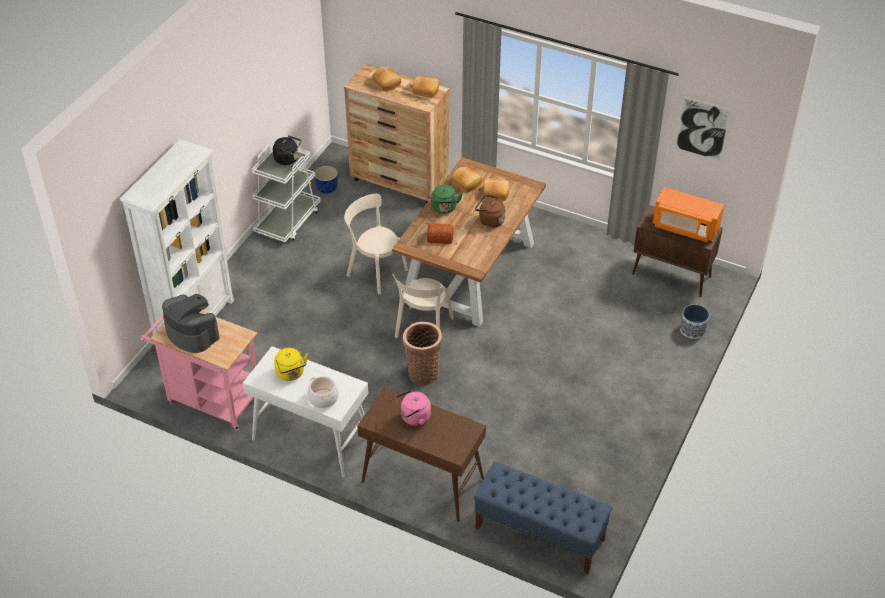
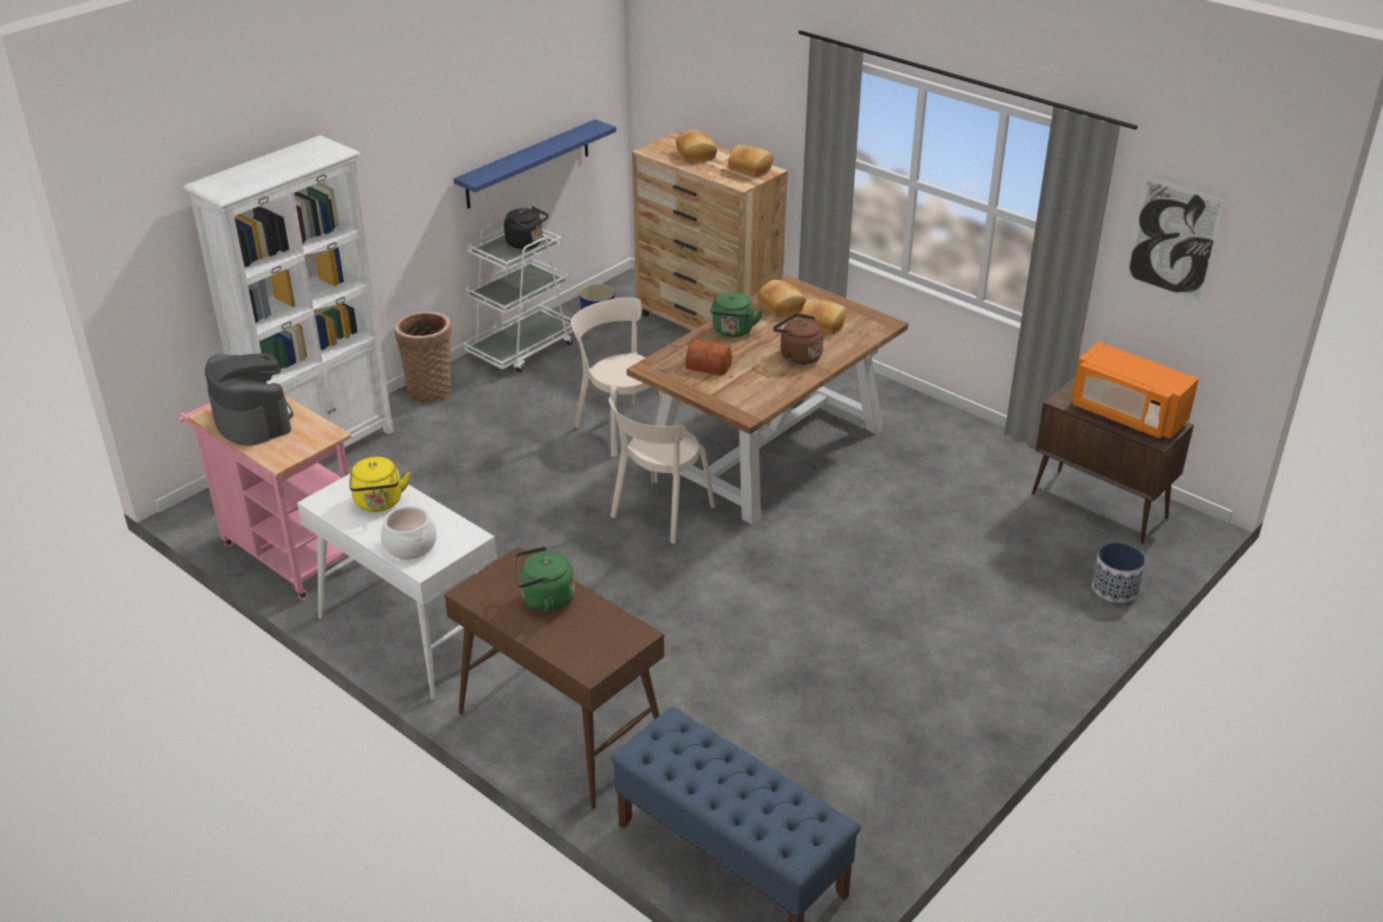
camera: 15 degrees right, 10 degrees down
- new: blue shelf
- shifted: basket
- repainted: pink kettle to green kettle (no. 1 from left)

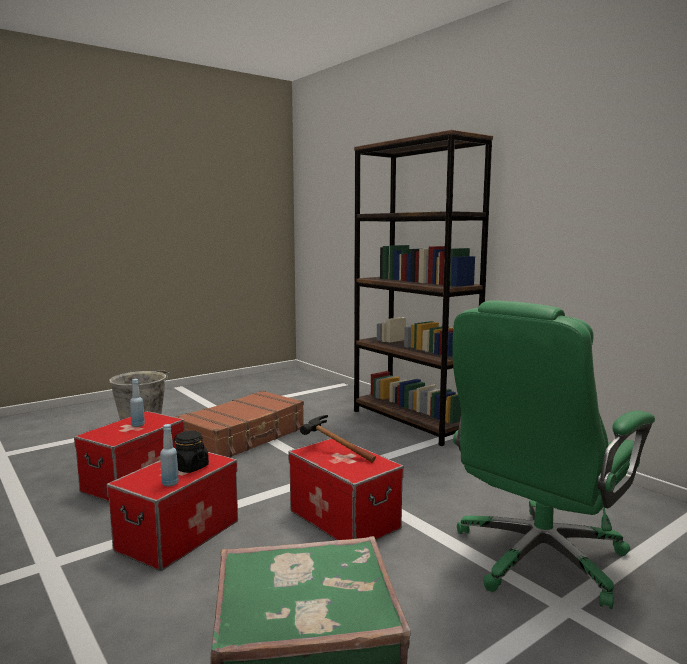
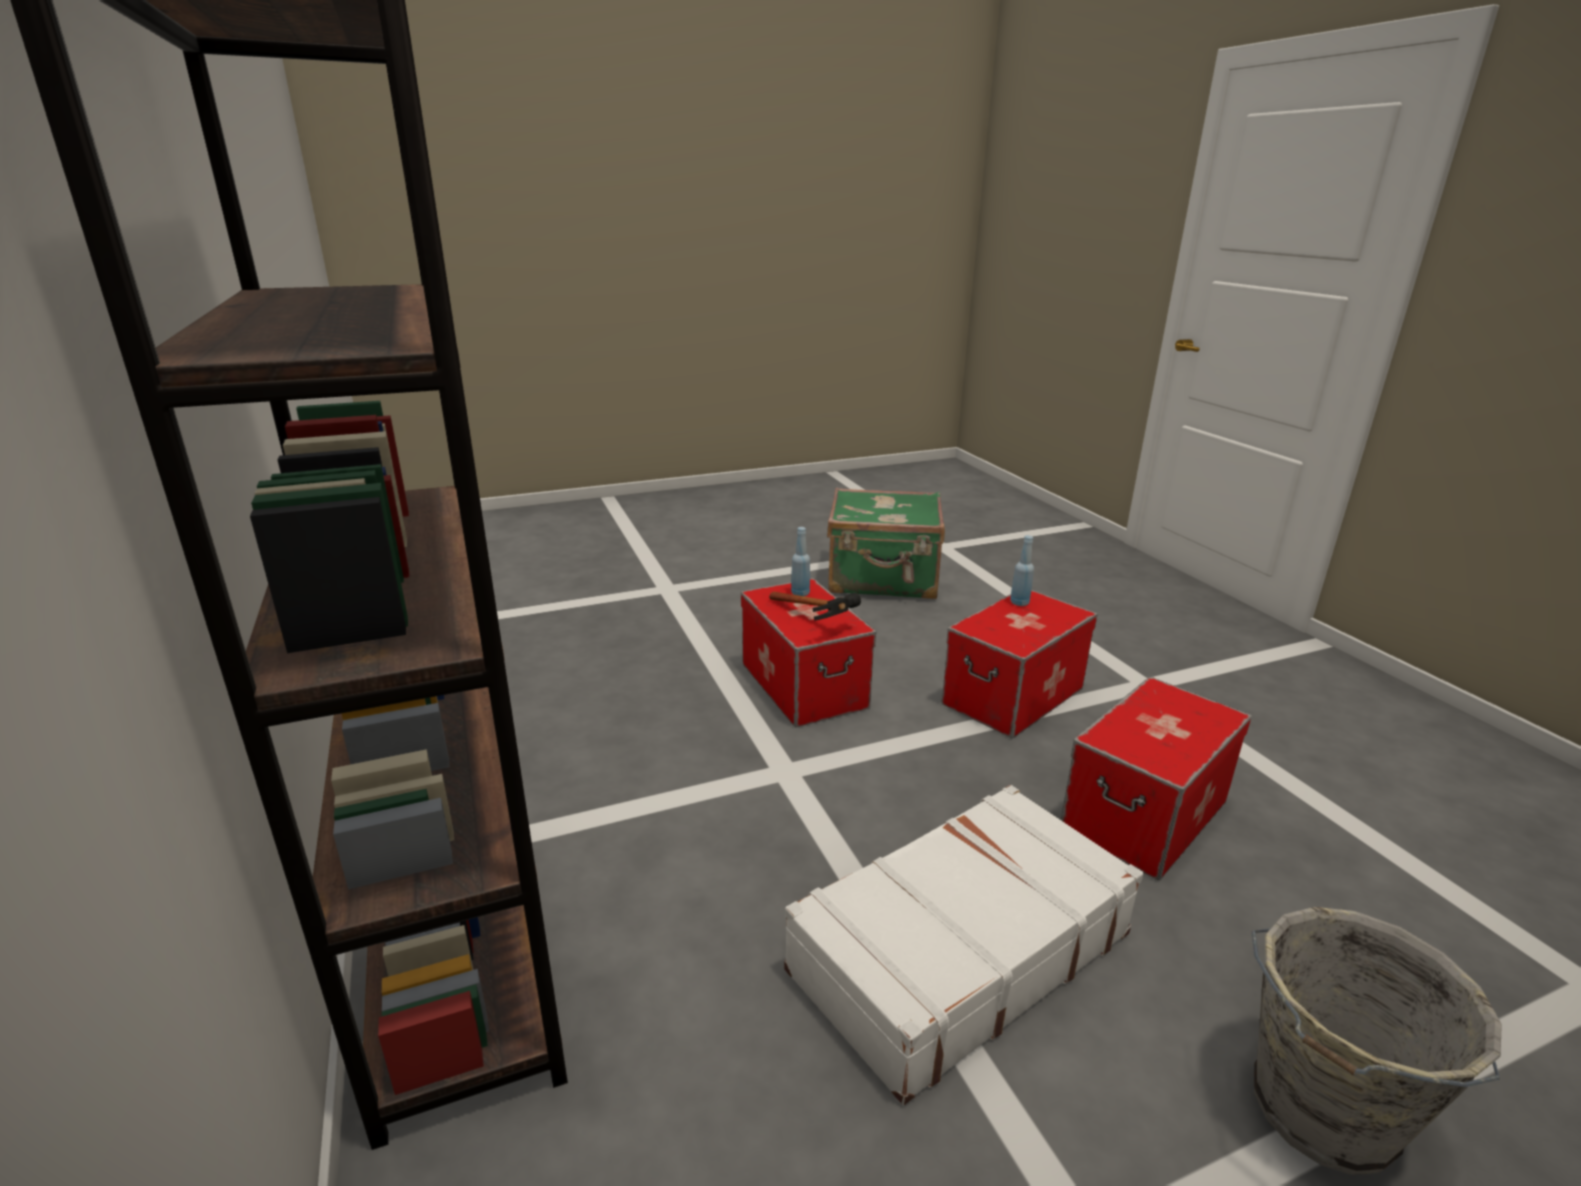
camera: 165 degrees left, 15 degrees up
- gone: black jar
- gone: green office chair
- shifted: blue bottle (no. 1 from left)
- repainted: brown suitcase to white suitcase

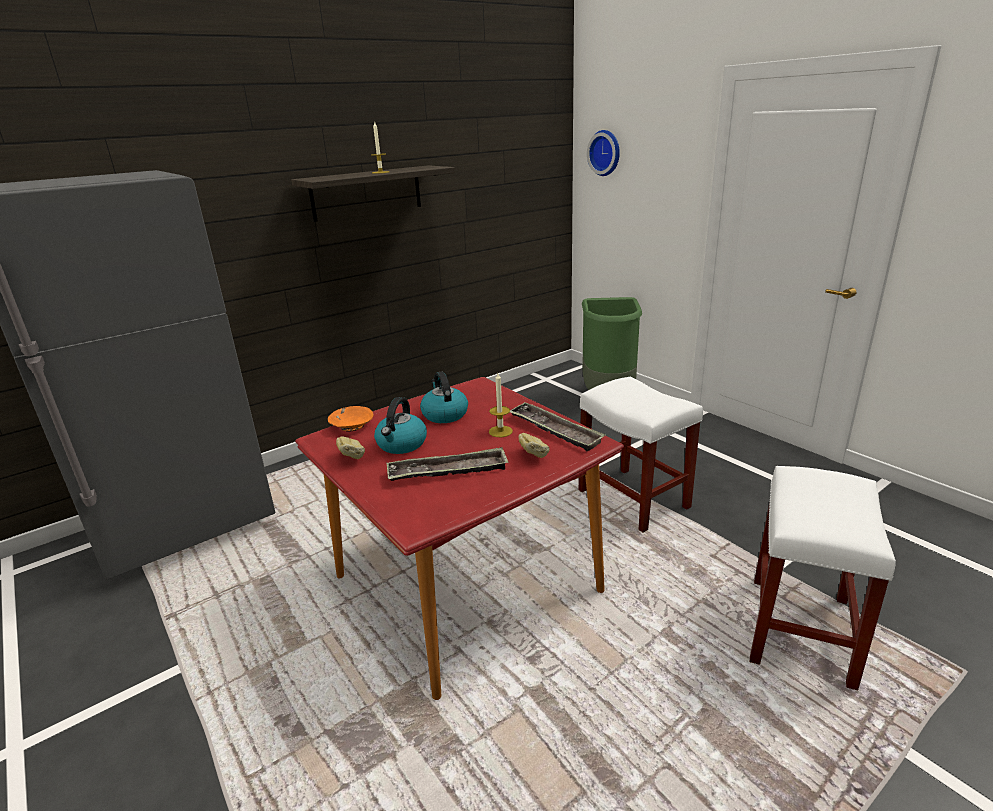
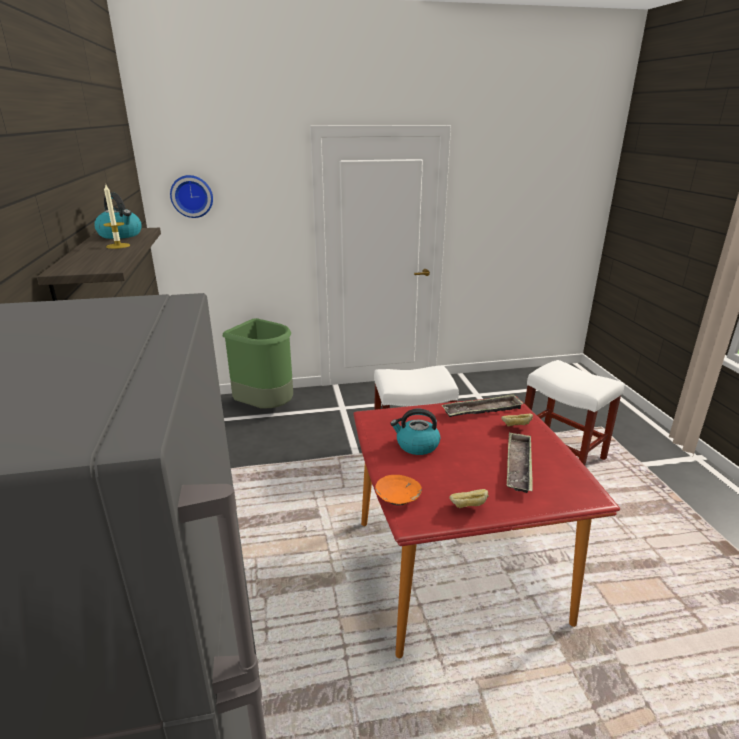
camera: 65 degrees left, 0 degrees up
- gone: candle (no. 2 from left)
- shifted: kettle (no. 1 from left)

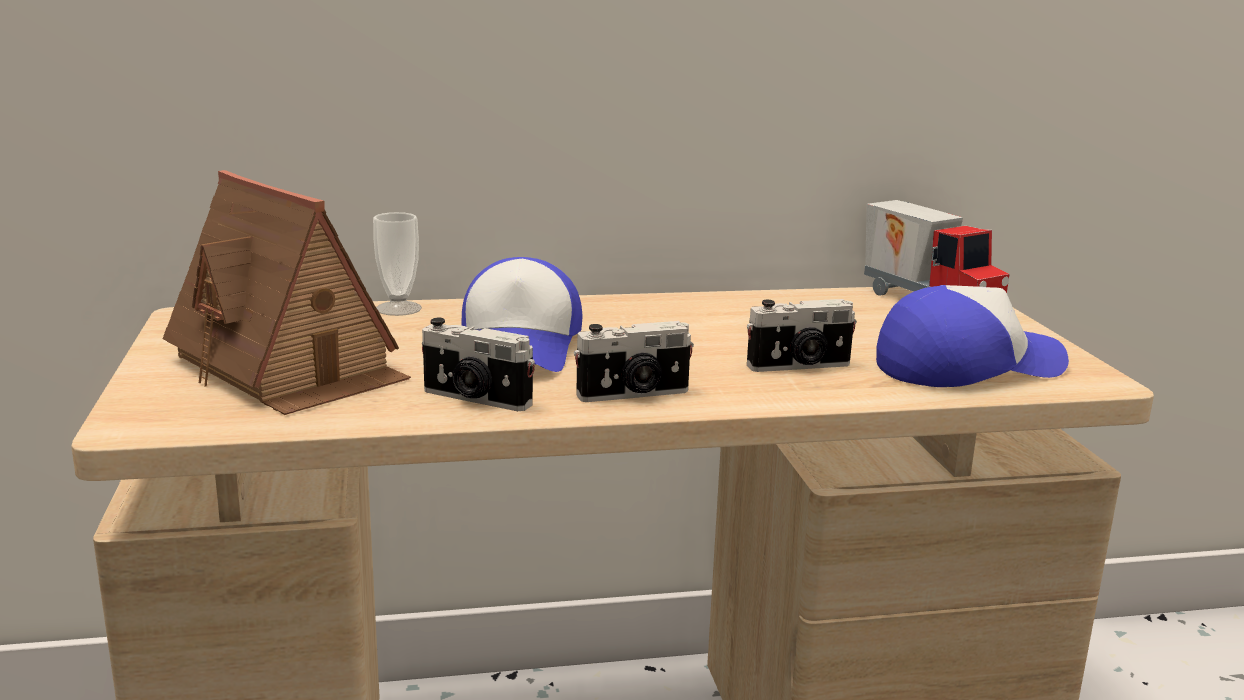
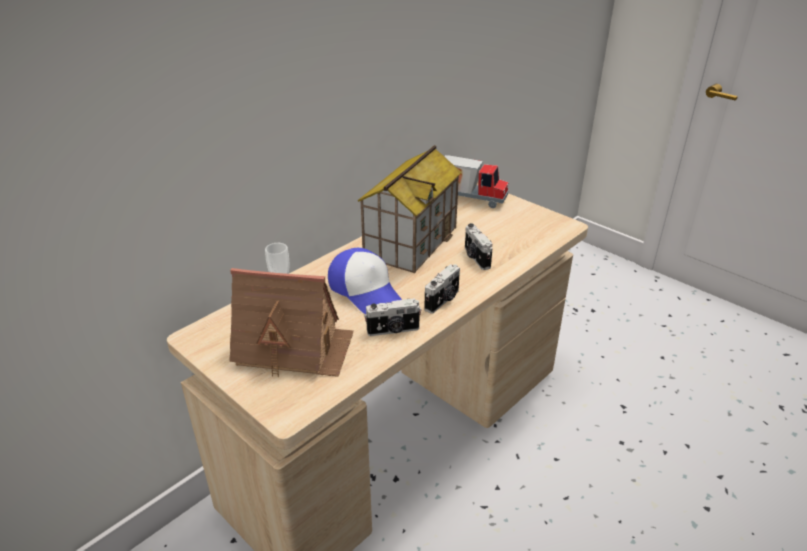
camera: 35 degrees left, 15 degrees up
- gone: cap (no. 2 from left)
- new: toy house (no. 2 from left)
- rotated: photo camera (no. 3 from left) 120 degrees clockwise

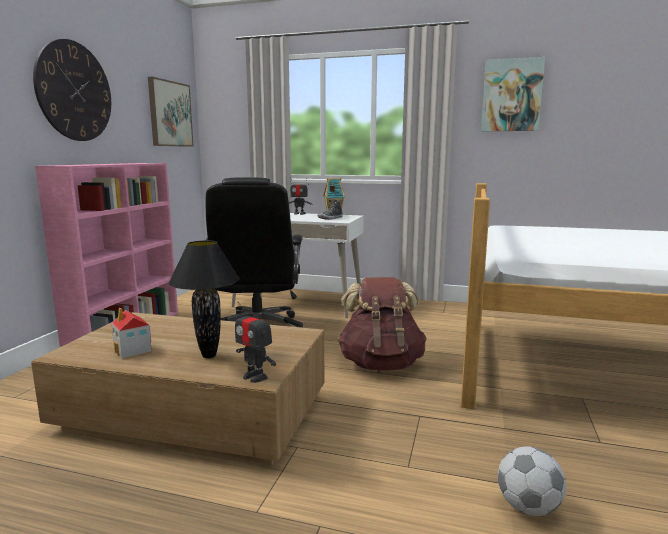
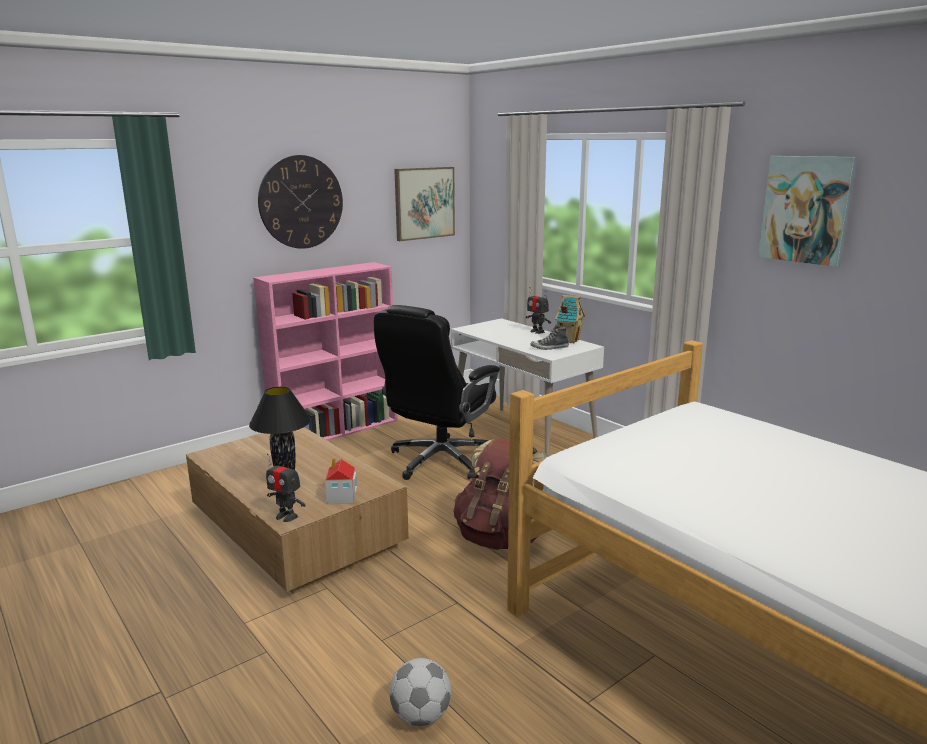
camera: 35 degrees right, 5 degrees up
- shifted: toy house (no. 1 from left)
- rotated: toy robot (no. 1 from left) 45 degrees counterclockwise

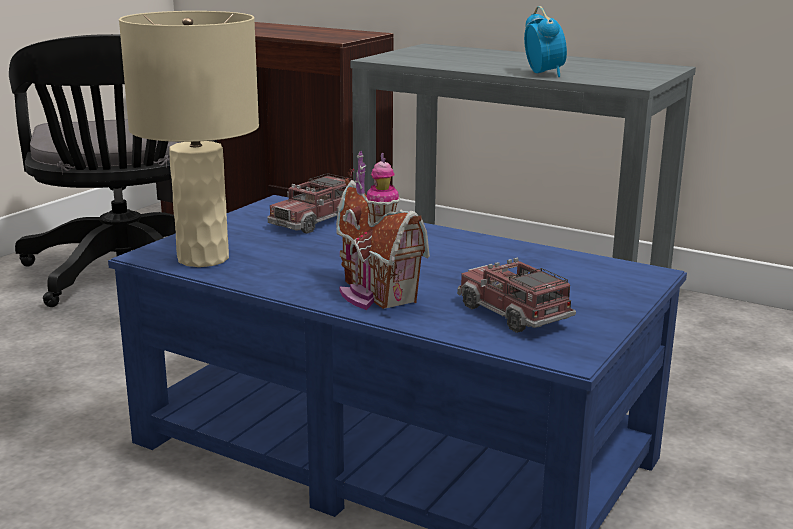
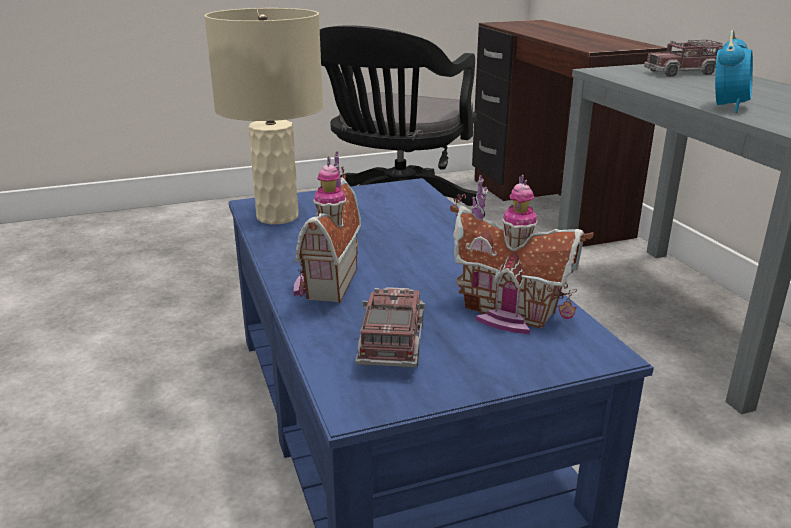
camera: 40 degrees right, 5 degrees up
- new: toy house (no. 2 from left)
- shifted: toy truck (no. 1 from left in the first image) to toy truck (no. 2 from left)

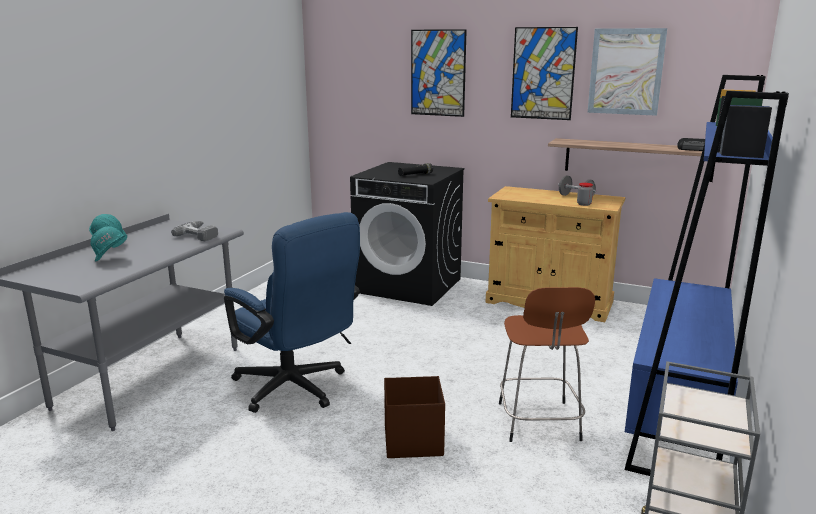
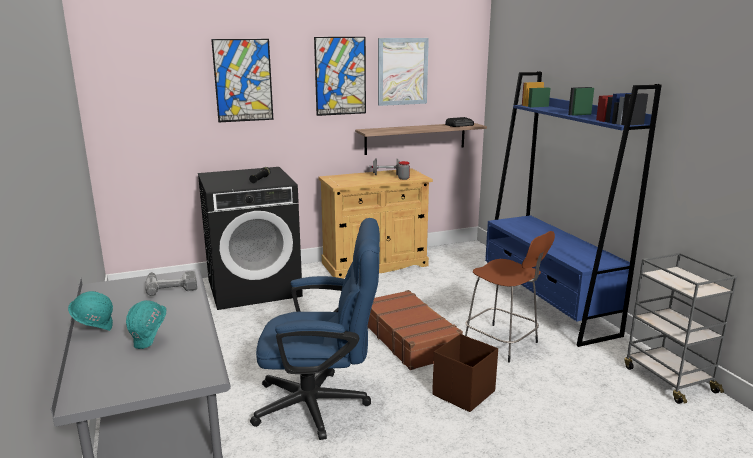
camera: 45 degrees left, 0 degrees up
- new: brown suitcase

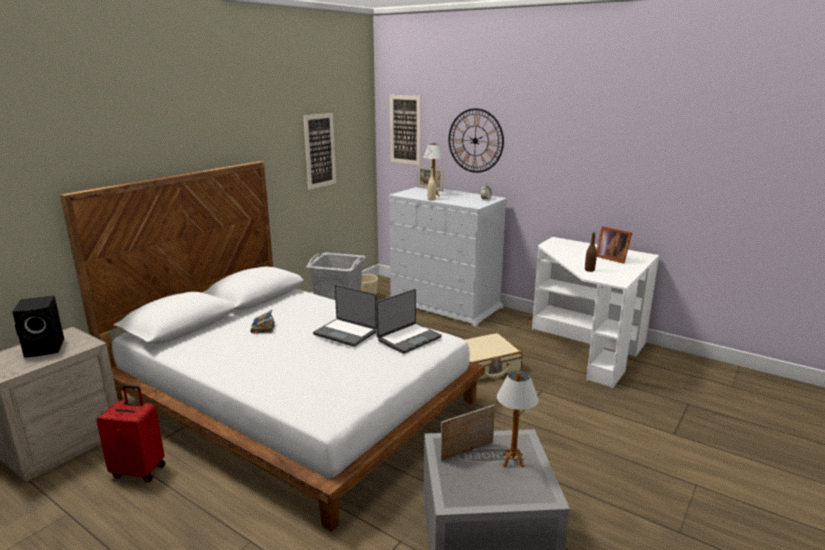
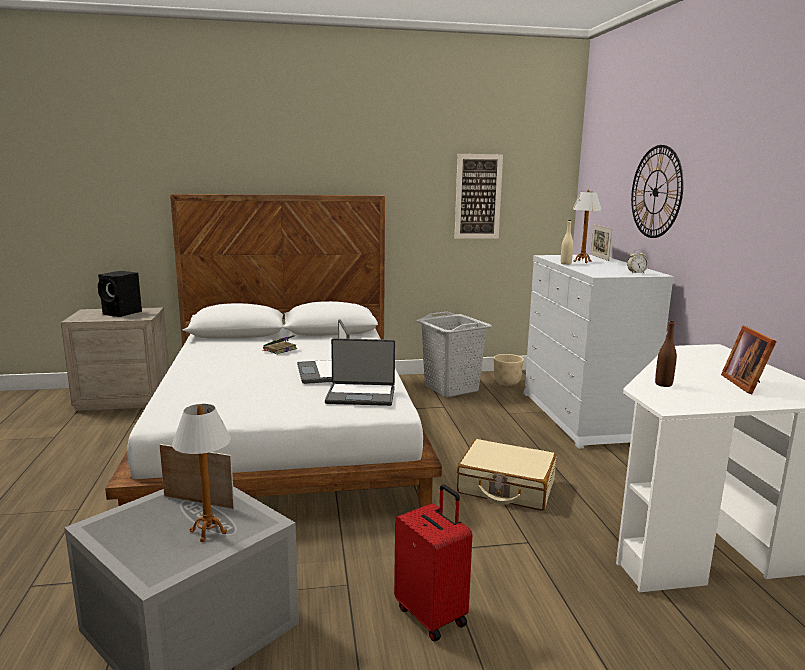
camera: 45 degrees right, 5 degrees down
- gone: picture (no. 2 from left)
- shifted: red suitcase

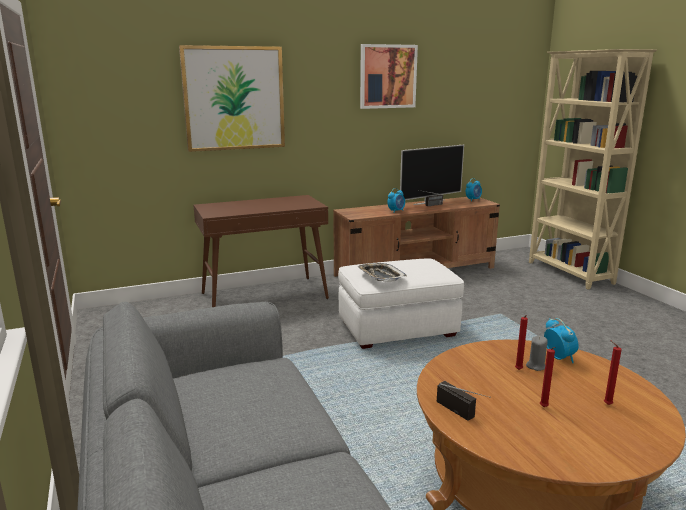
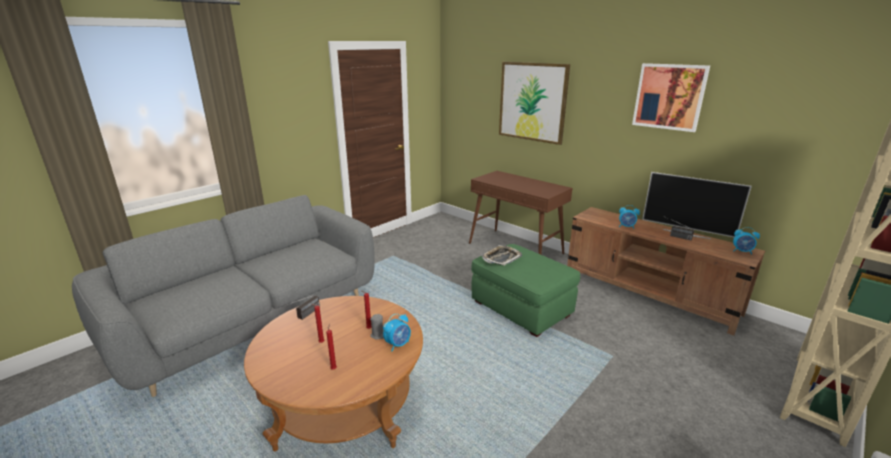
camera: 65 degrees right, 5 degrees up
- repainted: white ottoman to green ottoman

